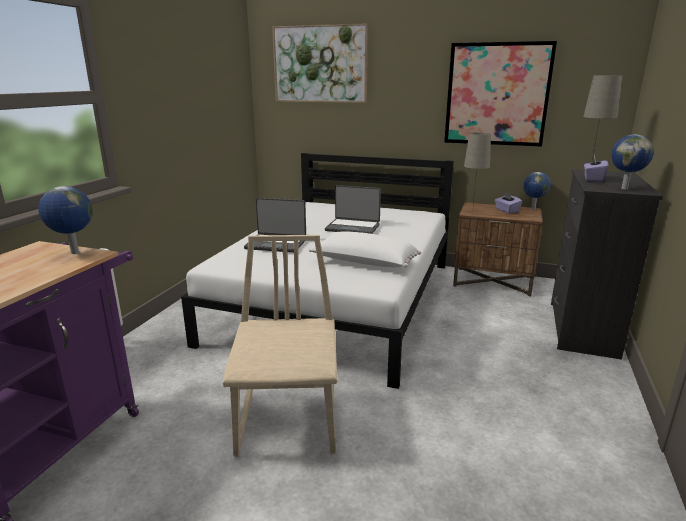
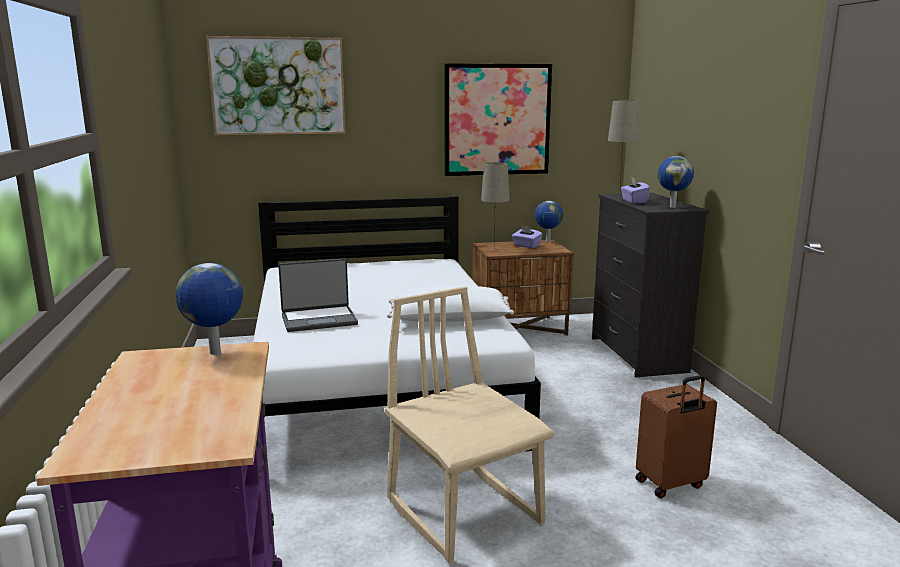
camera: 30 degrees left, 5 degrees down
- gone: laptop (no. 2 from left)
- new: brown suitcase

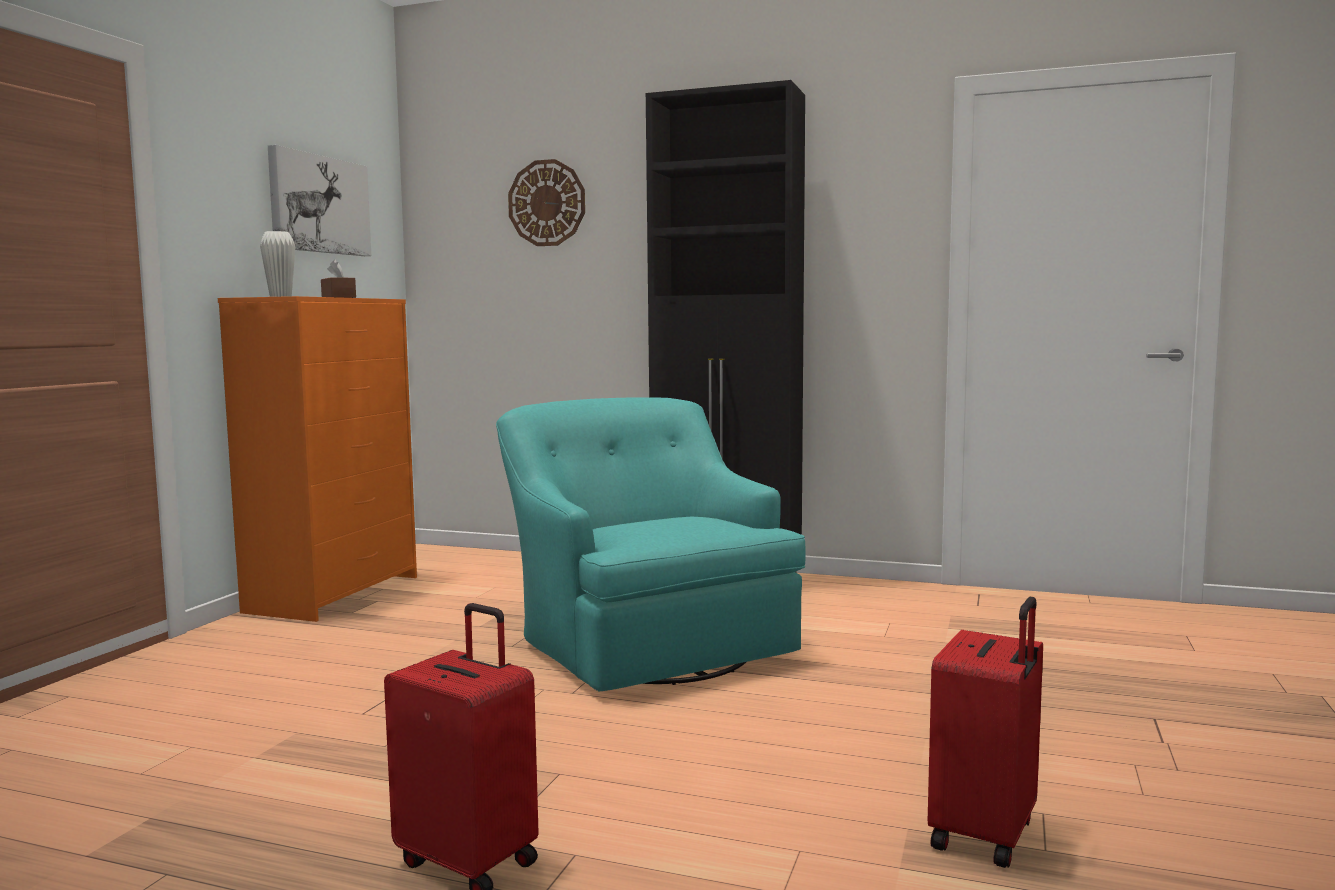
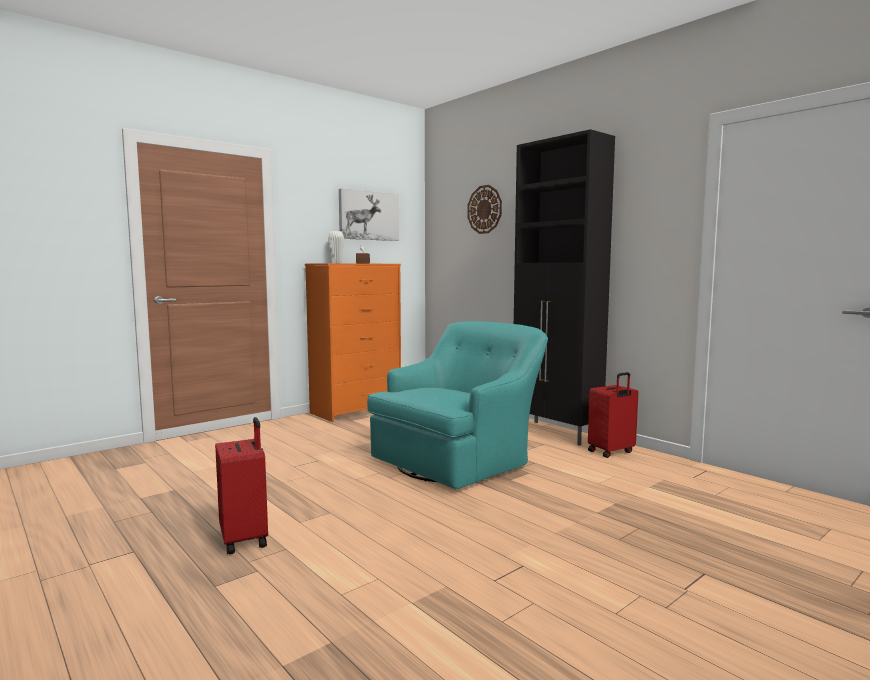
camera: 30 degrees right, 0 degrees up
- shifted: red suitcase (no. 2 from left)
- rotated: turquoise armchair 45 degrees clockwise

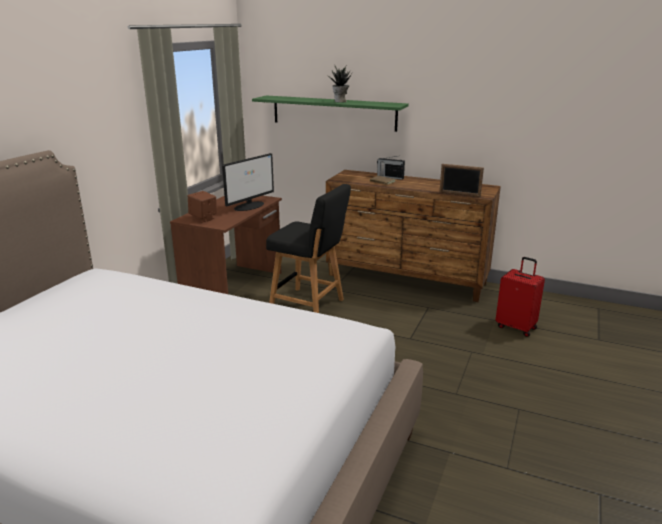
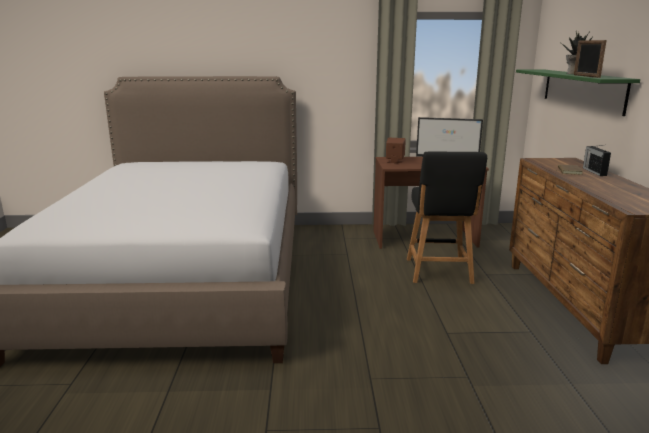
camera: 65 degrees right, 5 degrees down
- gone: red suitcase
- shifted: picture frame

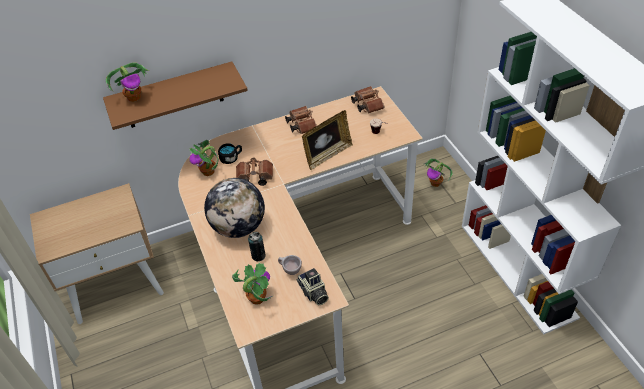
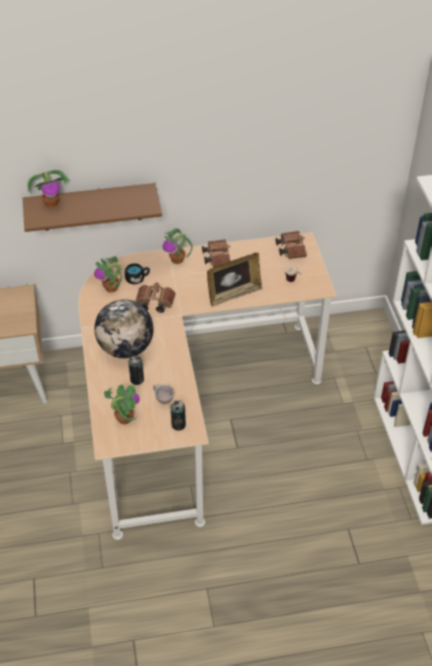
camera: 10 degrees right, 0 degrees up
- shifted: potted plant (no. 4 from left)
- swapped: photo camera to can (no. 2 from left)

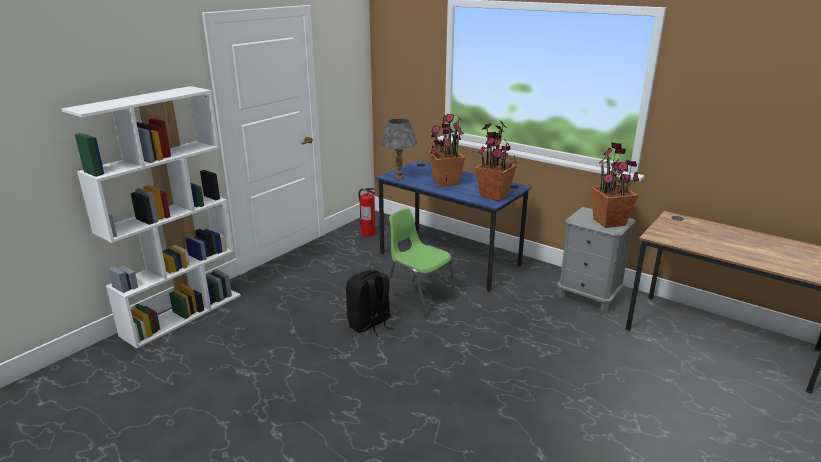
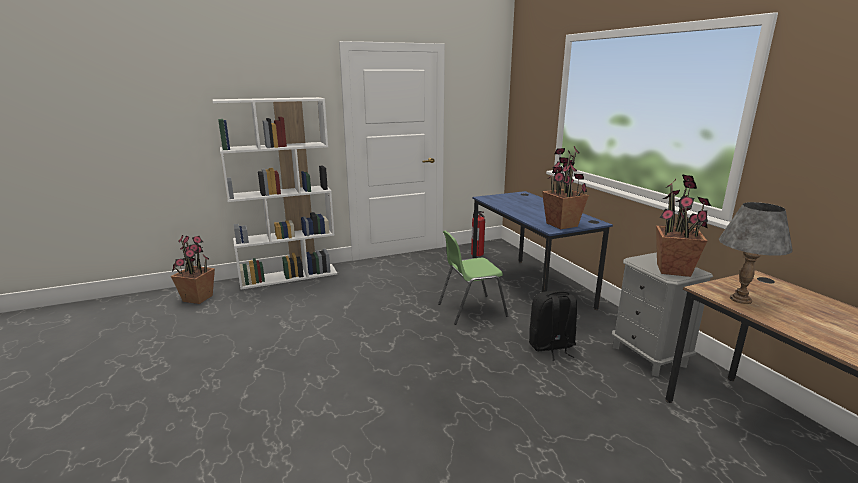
camera: 30 degrees right, 5 degrees down
- shifted: black backpack
- shifted: grey table lamp
- shifted: potted plant (no. 1 from left)
- rotated: green chair 90 degrees counterclockwise

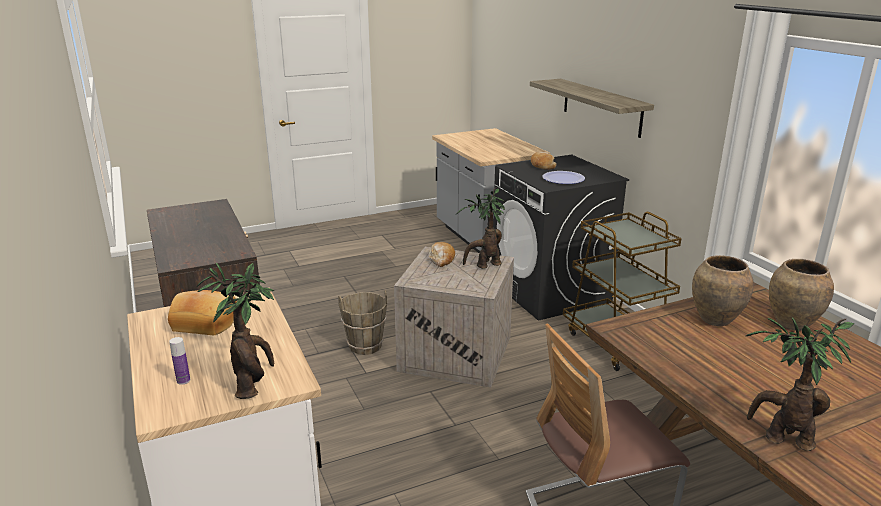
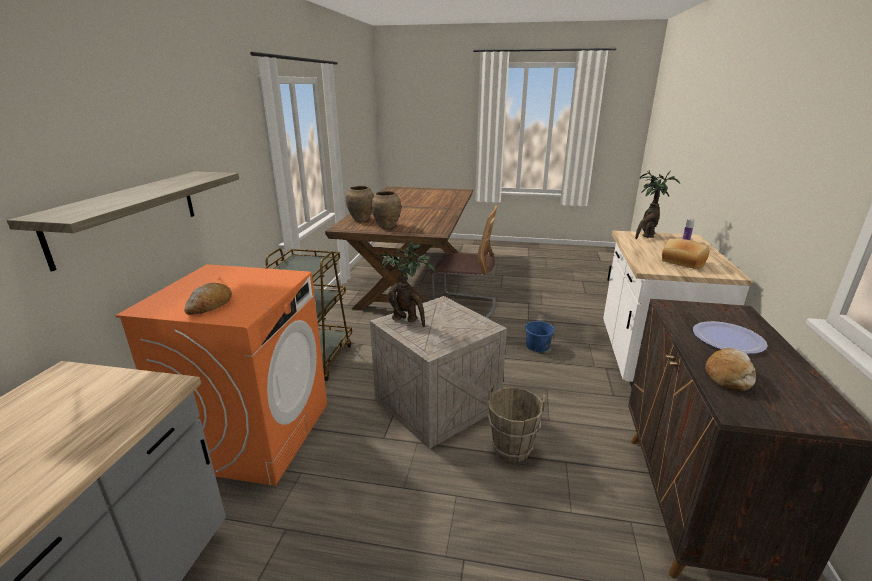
camera: 145 degrees left, 0 degrees up
- gone: potted plant (no. 3 from left)
- new: blue bucket
- shifted: bread (no. 2 from left in the first image) to bread (no. 3 from left)
- shifted: plate
- repainted: black washing machine to orange washing machine

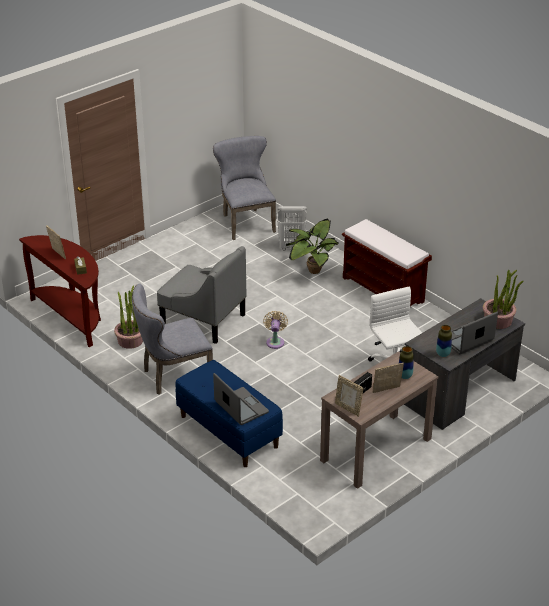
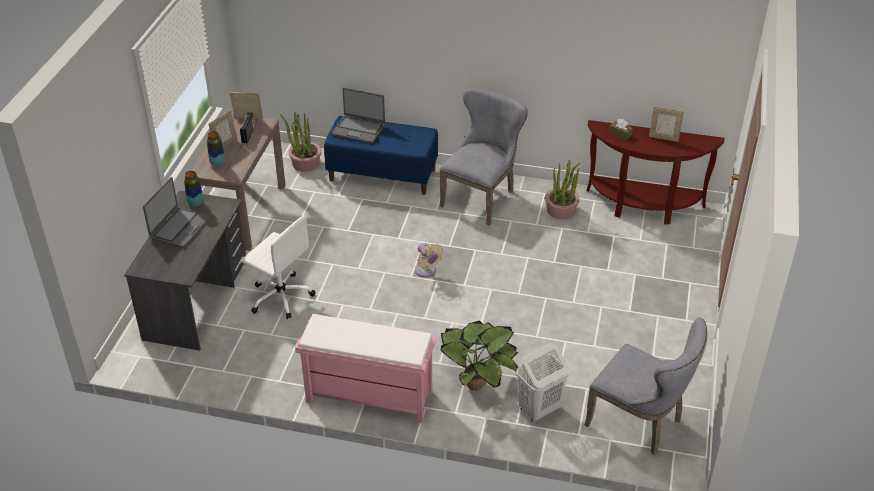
camera: 145 degrees right, 5 degrees up
- gone: grey armchair
- shifted: potted plant (no. 3 from left in the first image) to potted plant (no. 1 from left)
- repainted: brown bench to pink bench

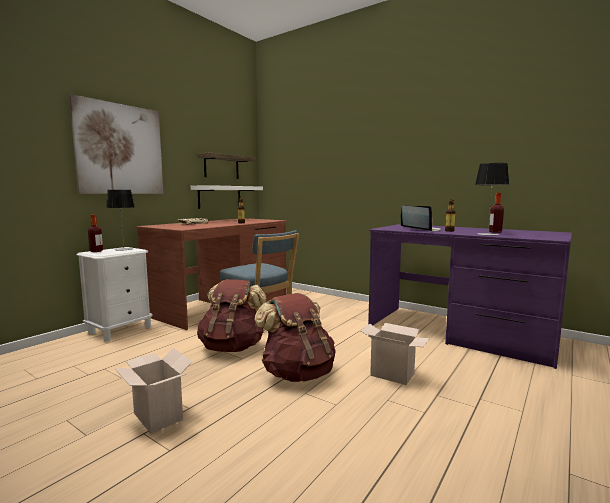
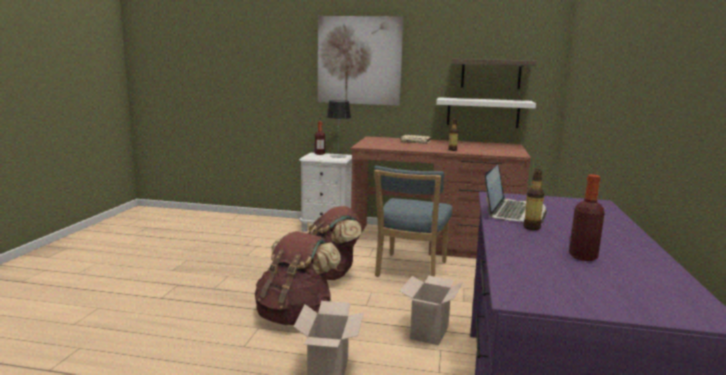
camera: 65 degrees right, 5 degrees up
- gone: table lamp (no. 2 from left)
- shifted: cardboard box (no. 1 from left in the first image) to cardboard box (no. 2 from left)

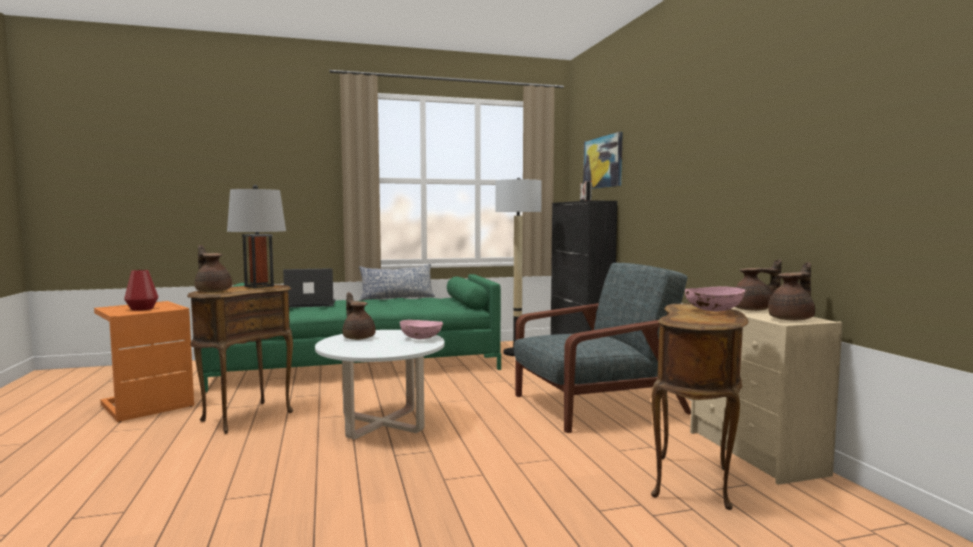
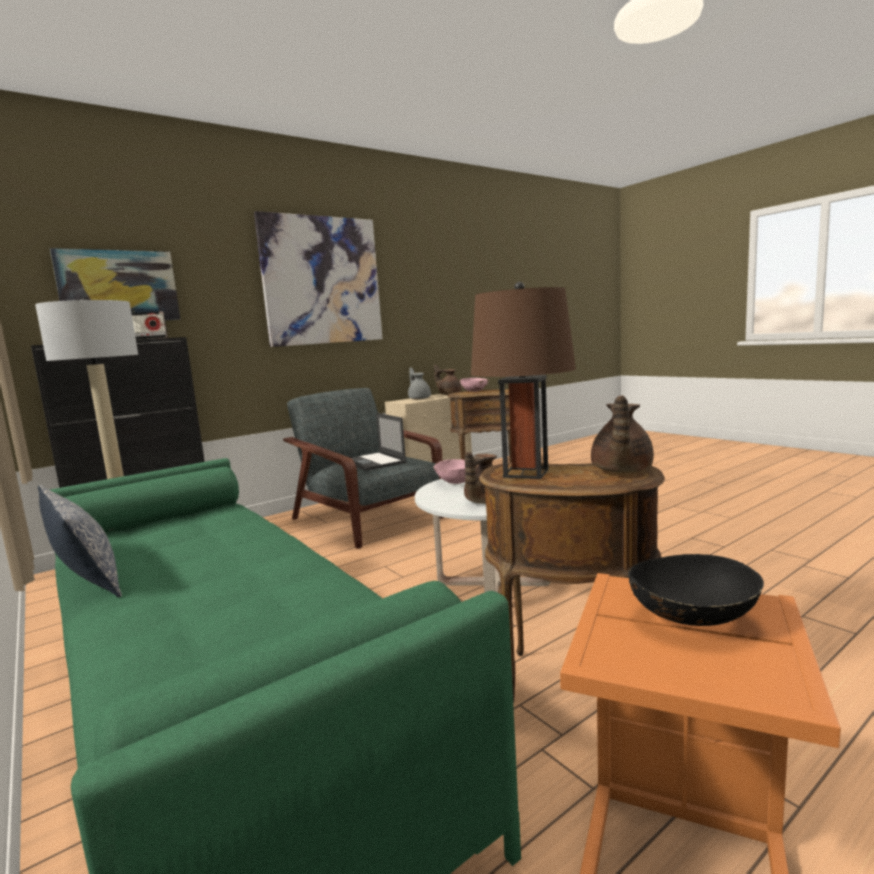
camera: 110 degrees left, 5 degrees up
- new: picture (no. 2 from left)
- shifted: laptop
- swapped: red vase to black bowl
- repainted: grey table lamp to brown table lamp
- repainted: brown teapot (no. 3 from left) to grey teapot

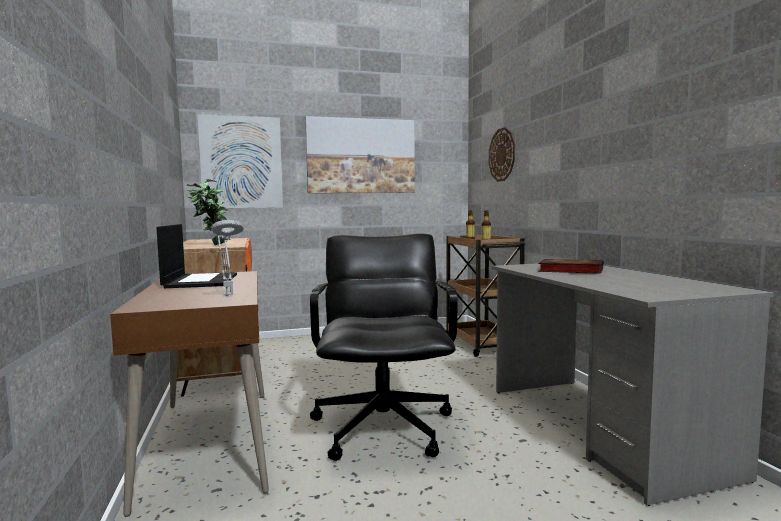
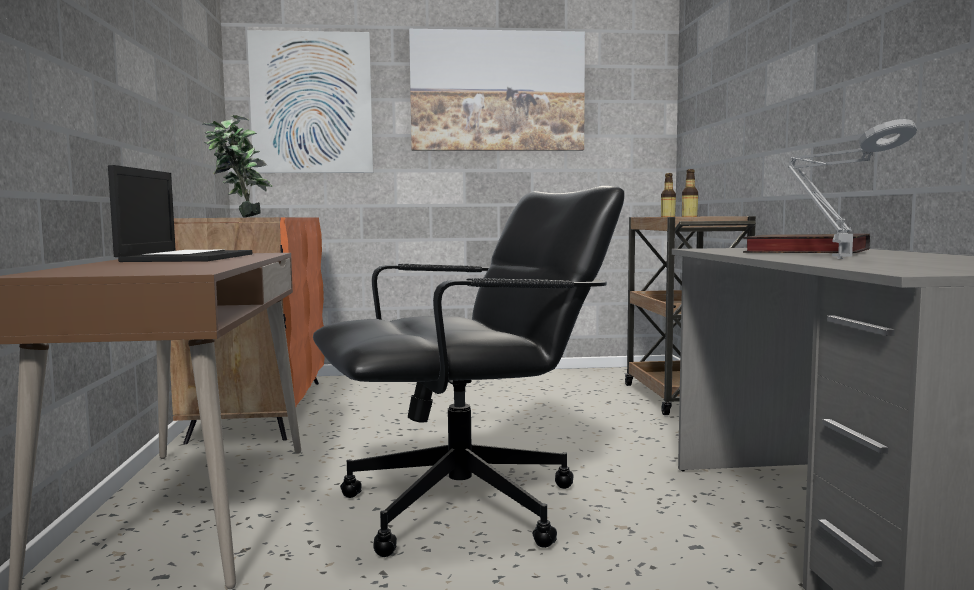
camera: 10 degrees right, 0 degrees up
- gone: wall clock
- shifted: grey table lamp
- rotated: black office chair 60 degrees clockwise

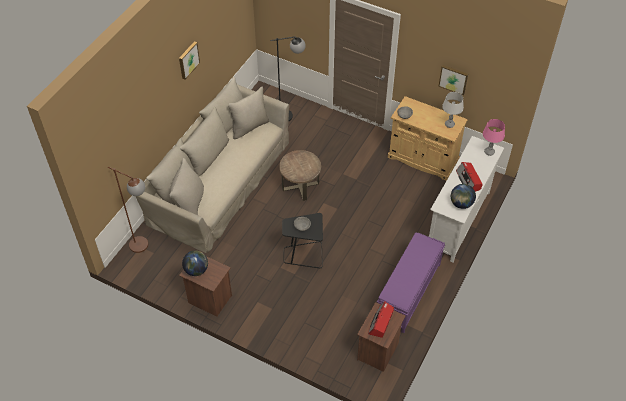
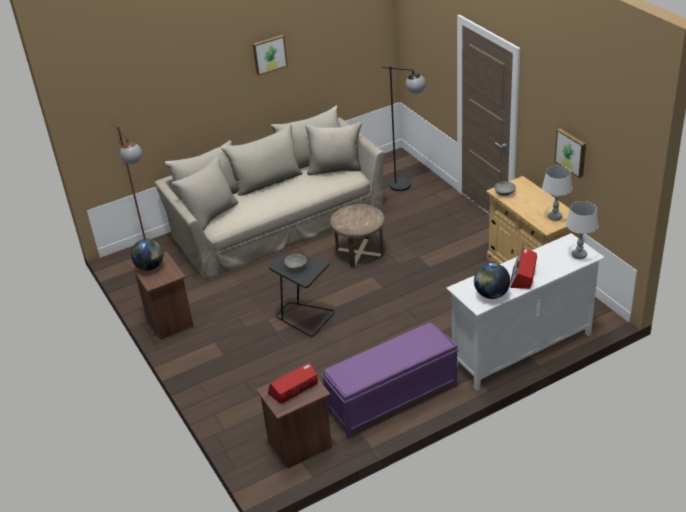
camera: 35 degrees right, 15 degrees down
- repainted: pink table lamp to grey table lamp (no. 2 from left)

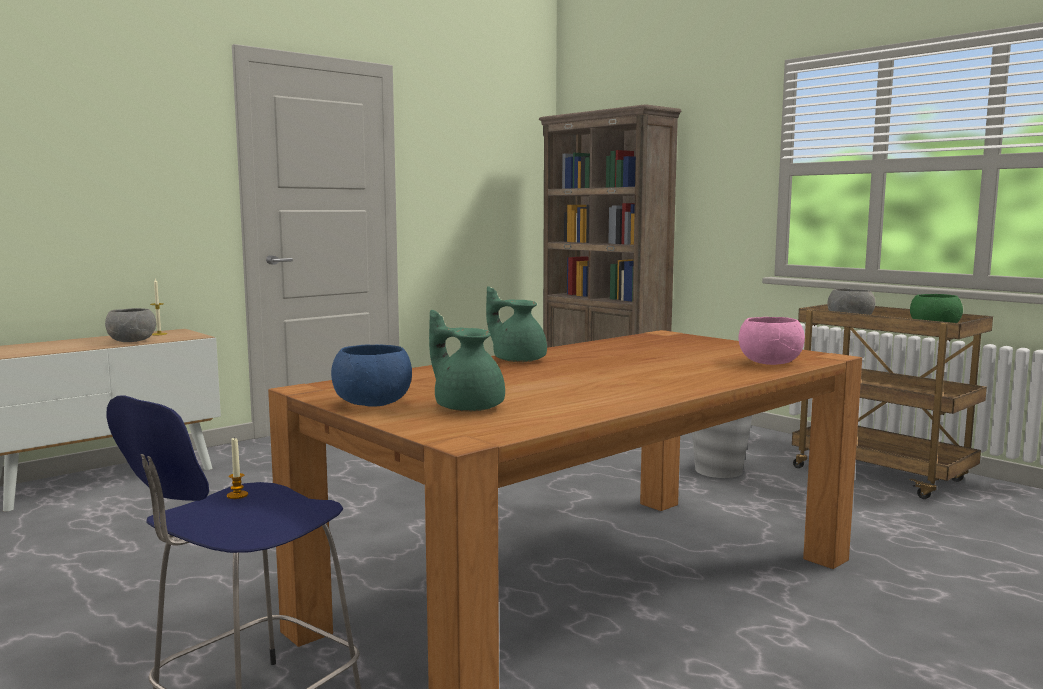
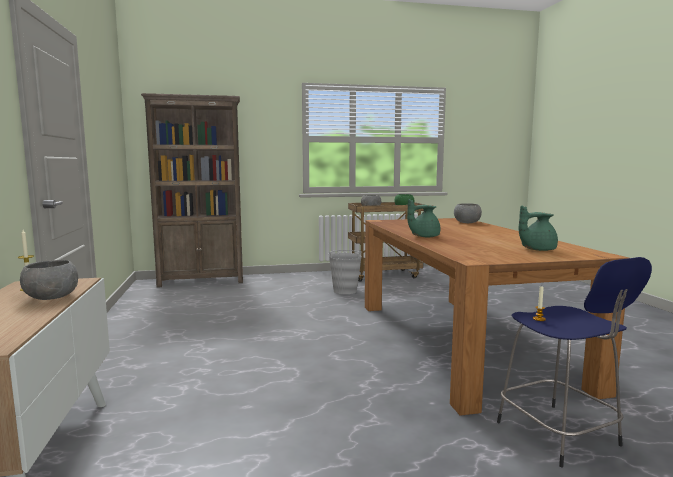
camera: 60 degrees left, 0 degrees up
- gone: blue bowl
- repainted: pink bowl to grey bowl (no. 3 from left)

